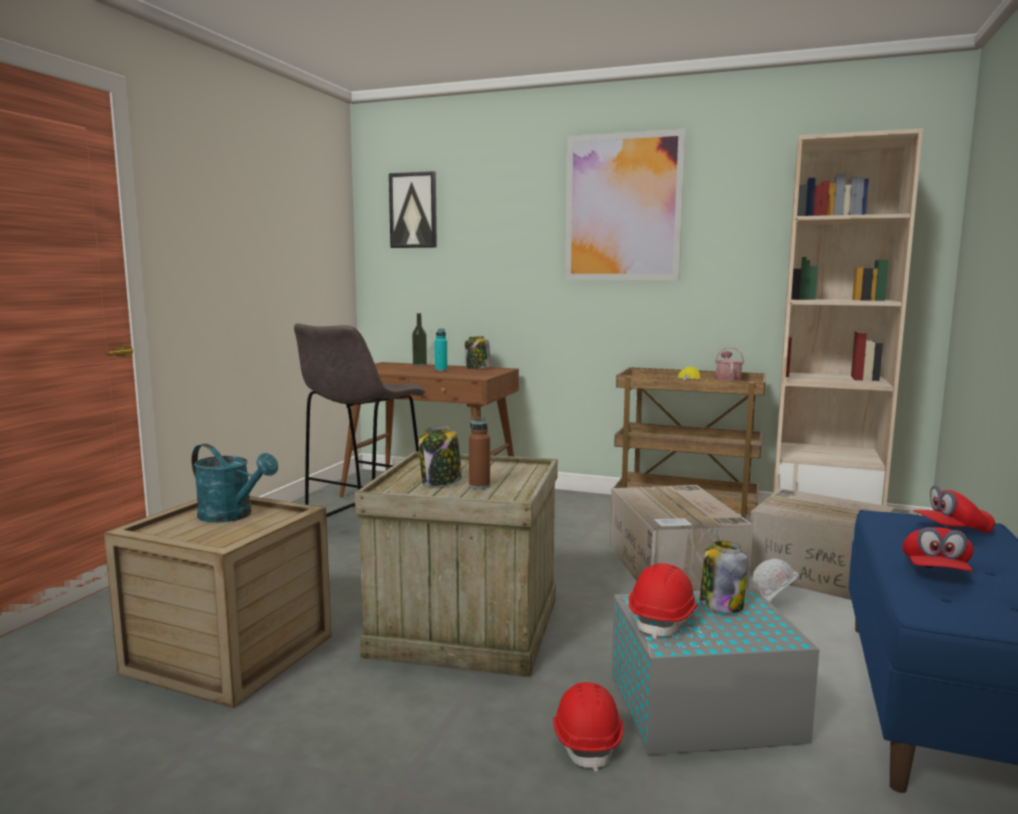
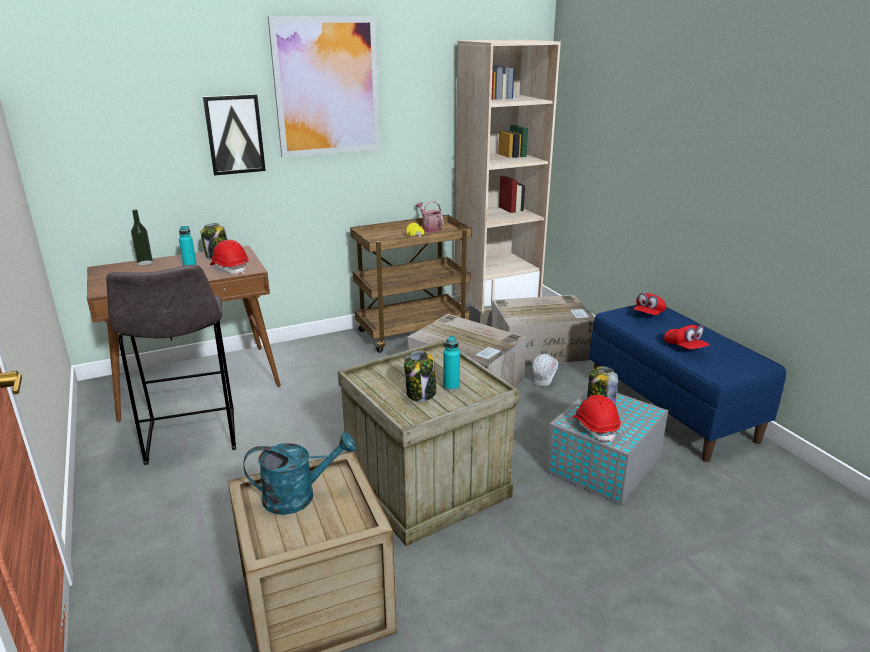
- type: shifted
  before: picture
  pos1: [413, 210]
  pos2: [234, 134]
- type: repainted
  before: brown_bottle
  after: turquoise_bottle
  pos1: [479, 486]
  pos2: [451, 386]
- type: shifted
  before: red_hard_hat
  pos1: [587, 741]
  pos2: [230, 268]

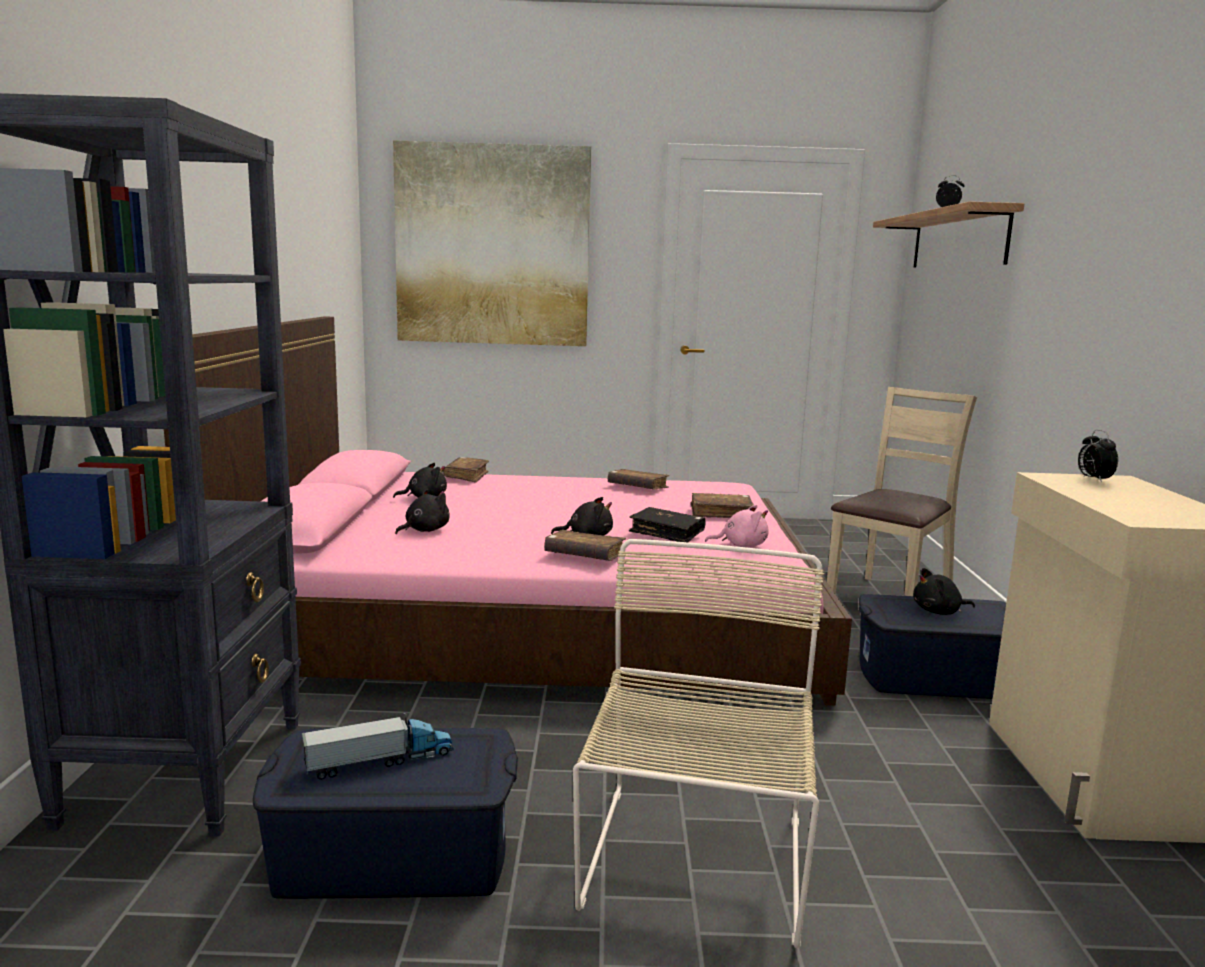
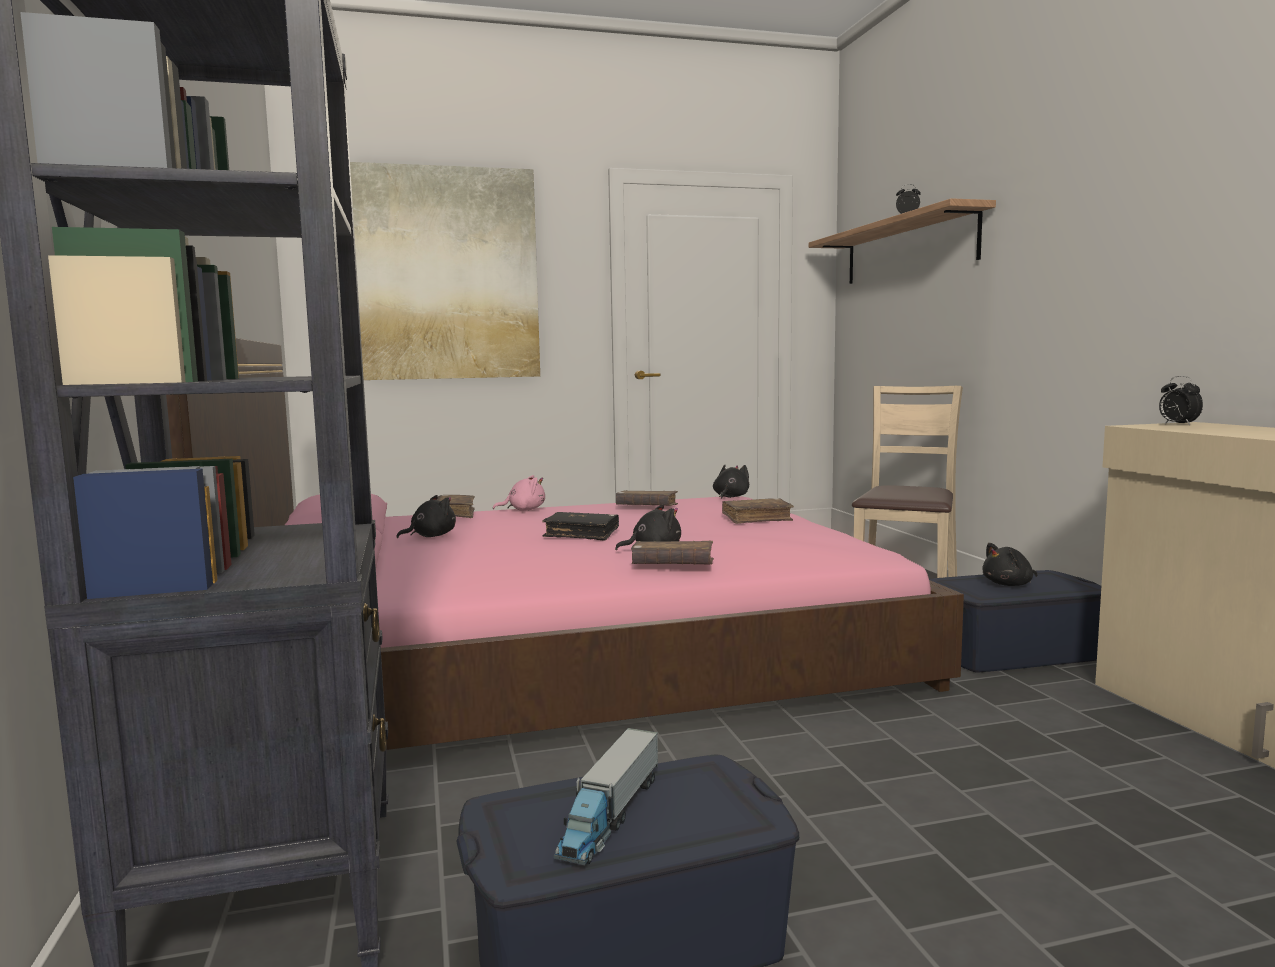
- type: rotated
  before: toy_truck
  pos1: [380, 761]
  pos2: [610, 815]
  turn: 150
- type: shifted
  before: black_plush_toy
  pos1: [424, 530]
  pos2: [730, 497]
- type: gone
  before: beige_chair
  pos1: [694, 866]
- type: shifted
  before: black_book
  pos1: [667, 533]
  pos2: [581, 534]
- type: shifted
  before: pink_plush_toy
  pos1: [741, 545]
  pos2: [523, 510]

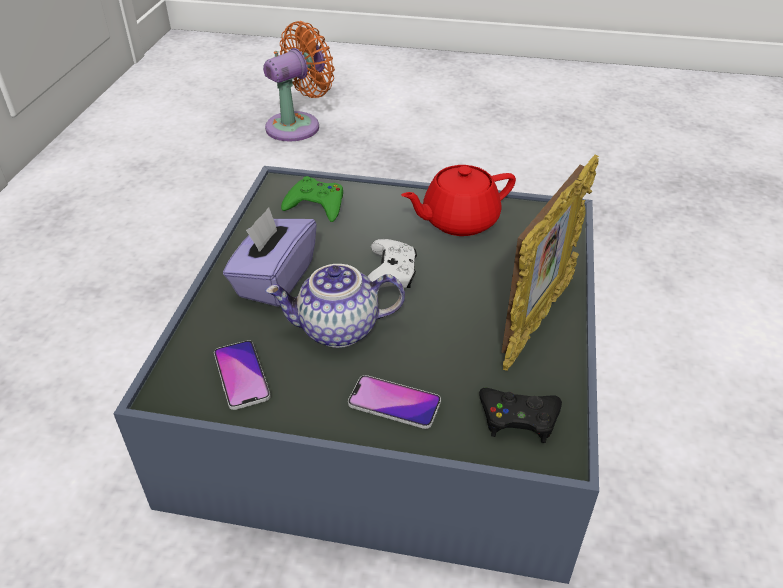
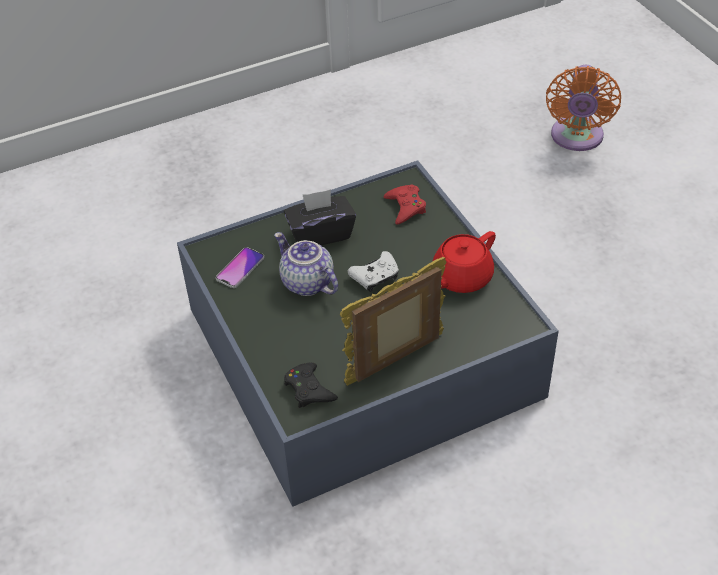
- type: repainted
  before: purple_tissue_box
  after: black_tissue_box
  pos1: [274, 279]
  pos2: [320, 234]
- type: rotated
  before: orange_fan
  pos1: [298, 125]
  pos2: [576, 138]
  turn: 90
- type: repainted
  before: green_game_controller
  after: red_game_controller
  pos1: [316, 205]
  pos2: [405, 207]
- type: gone
  before: phone
  pos1: [394, 403]
- type: rotated
  before: red_teapot
  pos1: [458, 220]
  pos2: [460, 278]
  turn: -75
- type: rotated
  before: picture_frame
  pos1: [536, 321]
  pos2: [396, 361]
  turn: 150

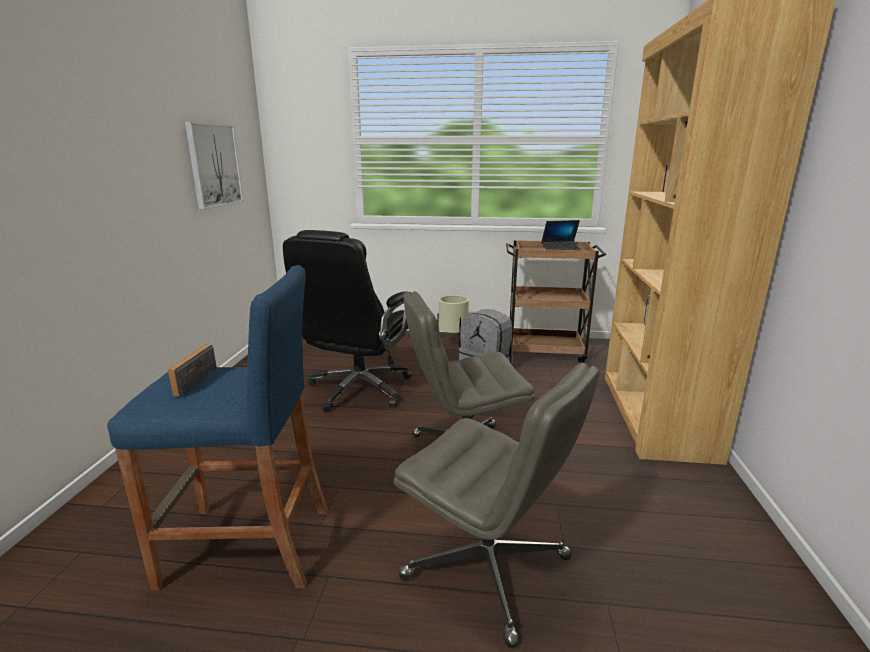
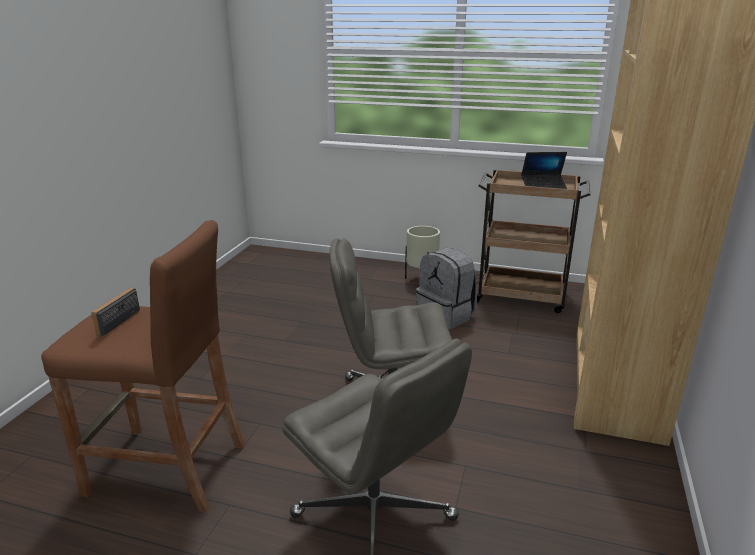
- type: repainted
  before: blue_stool
  after: brown_stool
  pos1: [247, 546]
  pos2: [166, 468]
- type: gone
  before: picture
  pos1: [214, 165]
- type: gone
  before: black_office_chair
  pos1: [358, 389]

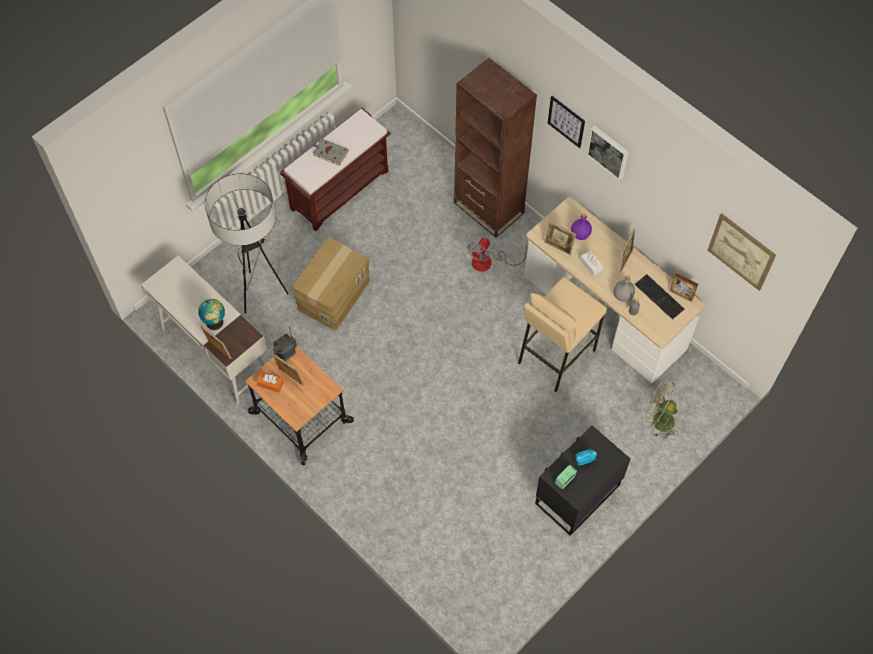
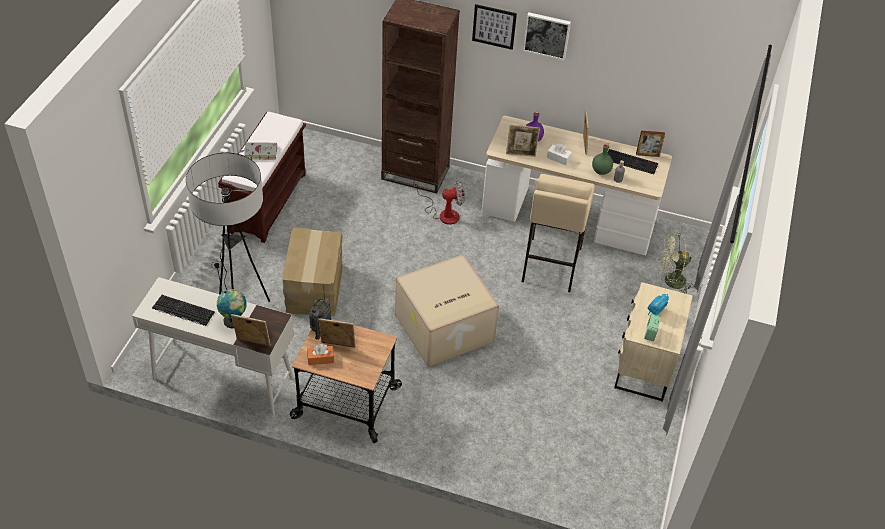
- type: rotated
  before: fan
  pos1: [489, 262]
  pos2: [443, 213]
  turn: -105
- type: repainted
  before: black_nightstand
  after: beige_nightstand
  pos1: [576, 494]
  pos2: [644, 366]
- type: repainted
  before: grey_bottle
  after: green_bottle
  pos1: [623, 295]
  pos2: [601, 171]
- type: gone
  before: picture
  pos1: [741, 251]
- type: new
  after: keyboard
  pos2: [182, 311]
- type: new
  after: cardboard_box
  pos2: [443, 329]

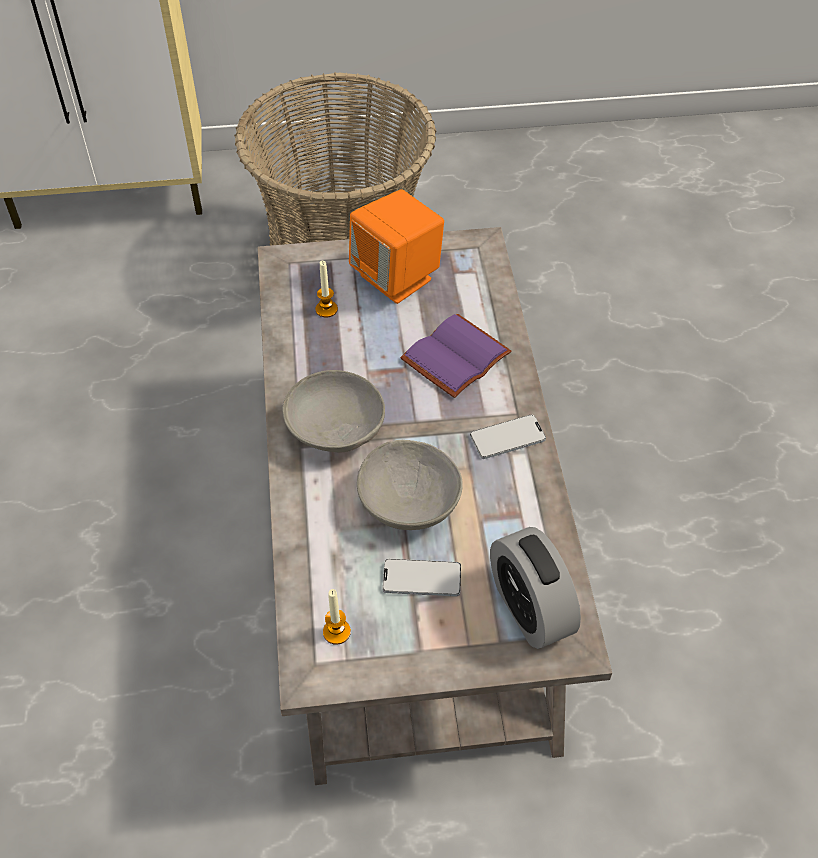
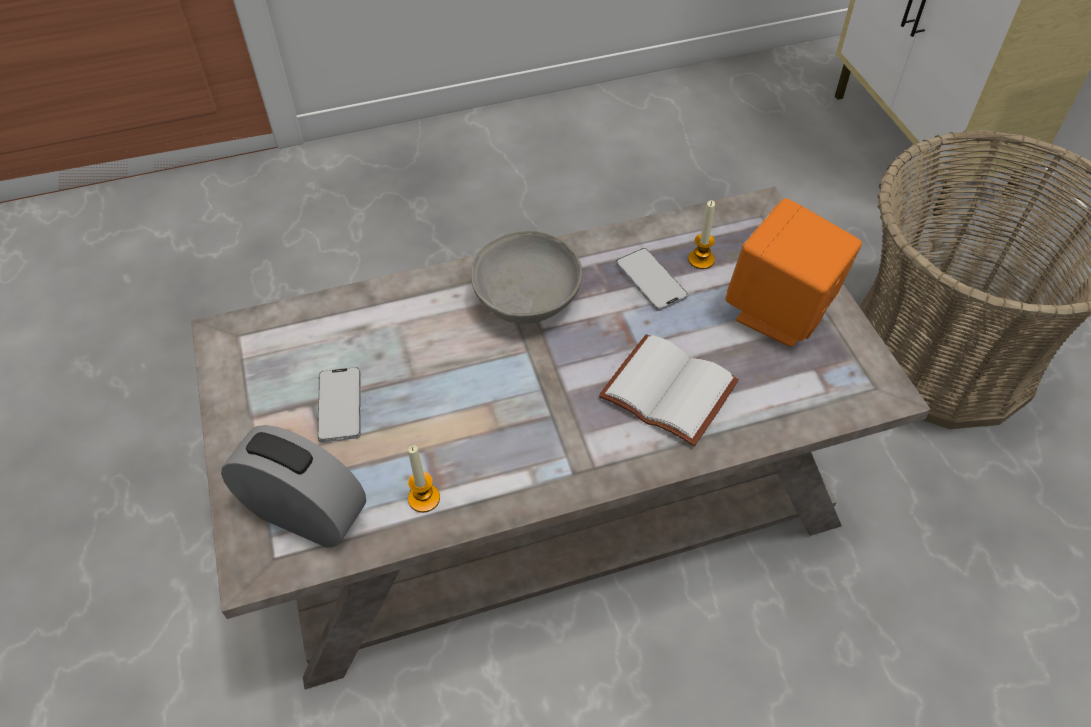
- type: shifted
  before: candle
  pos1: [336, 632]
  pos2: [424, 498]
- type: gone
  before: grey_bowl
  pos1: [408, 503]
- type: repainted
  before: purple_book
  after: white_book
  pos1: [456, 359]
  pos2: [665, 392]
- type: shifted
  before: phone
  pos1: [507, 438]
  pos2: [650, 280]
- type: rotated
  before: alarm_clock
  pos1: [530, 609]
  pos2: [305, 513]
  turn: 60

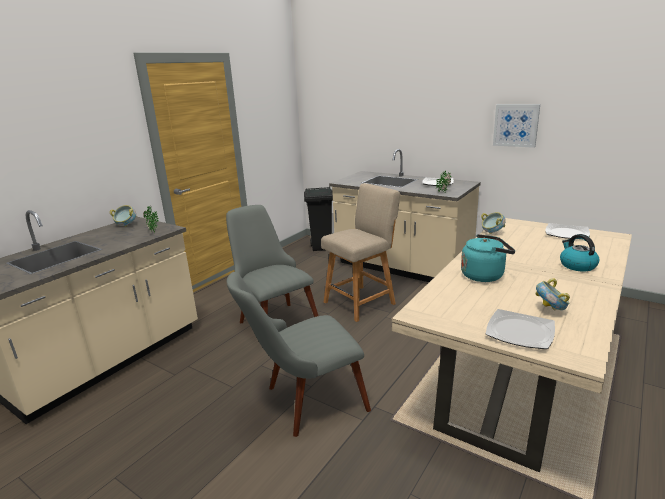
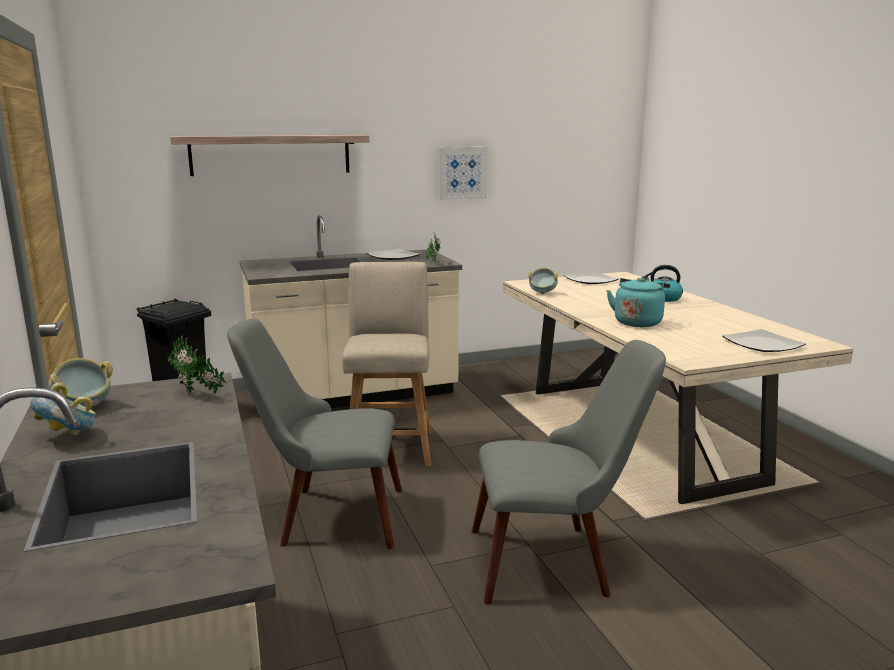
- type: rotated
  before: grey_chair
  pos1: [304, 402]
  pos2: [557, 560]
  turn: -105
- type: shifted
  before: bowl
  pos1: [550, 310]
  pos2: [68, 436]
- type: new
  after: shelf
  pos2: [271, 154]

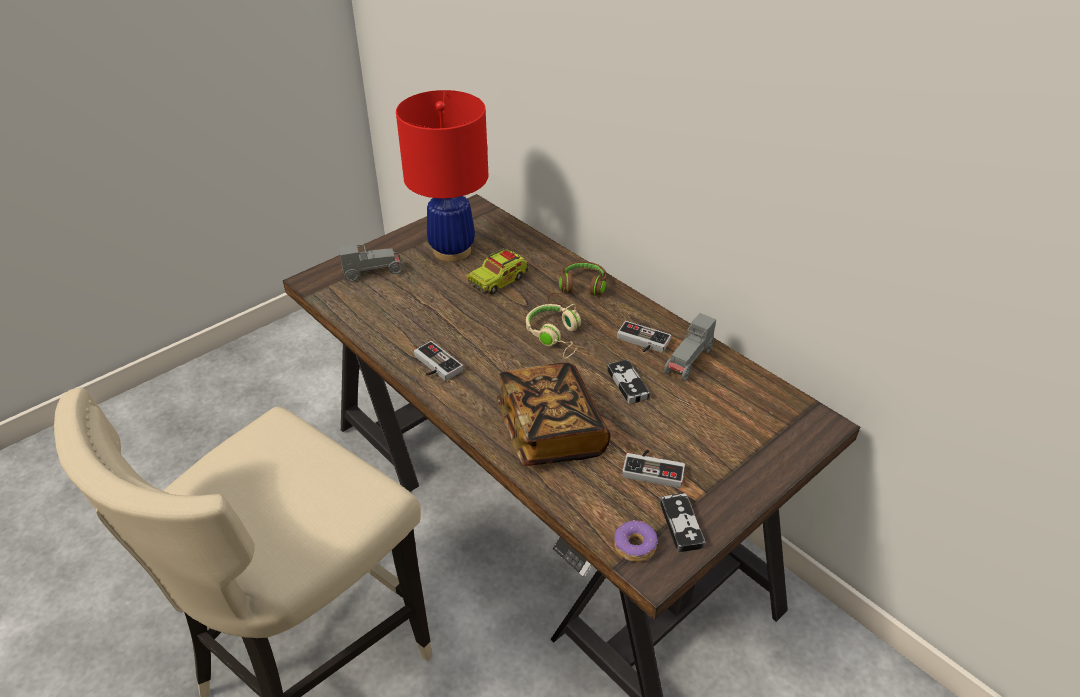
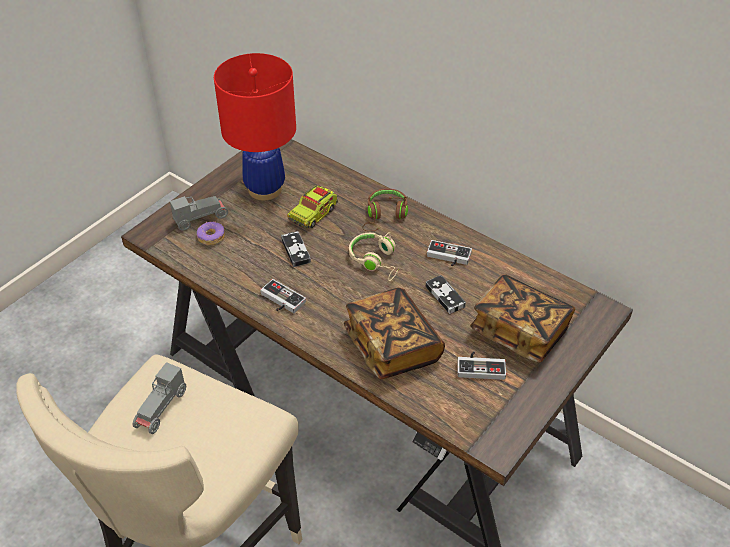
- type: shifted
  before: donut
  pos1: [634, 546]
  pos2: [211, 237]
- type: shifted
  before: game_controller
  pos1: [681, 524]
  pos2: [295, 251]
- type: shifted
  before: grey_toy_car
  pos1: [689, 362]
  pos2: [161, 410]
- type: new
  after: book
  pos2: [519, 331]

